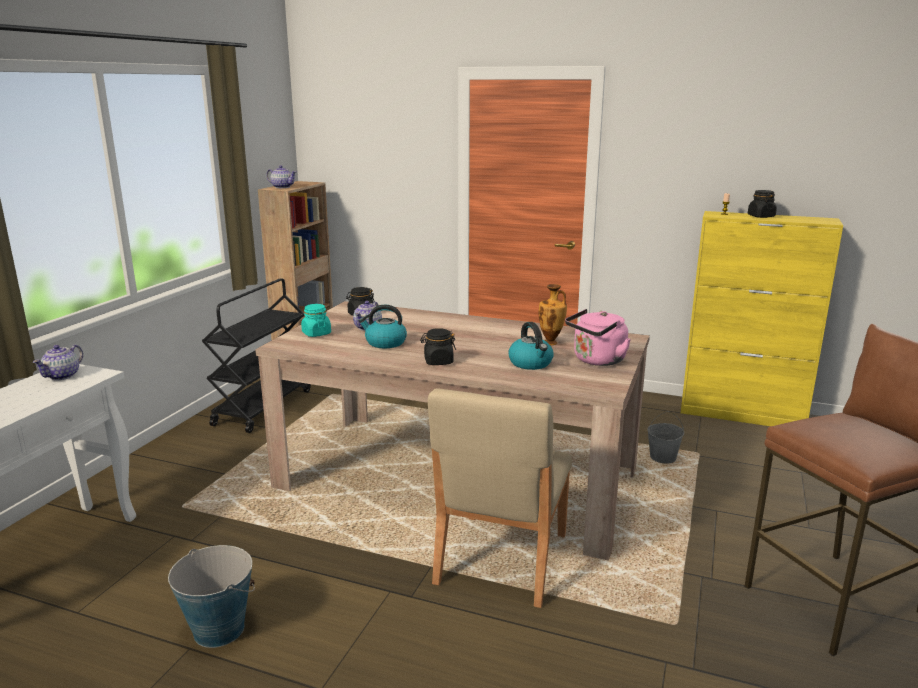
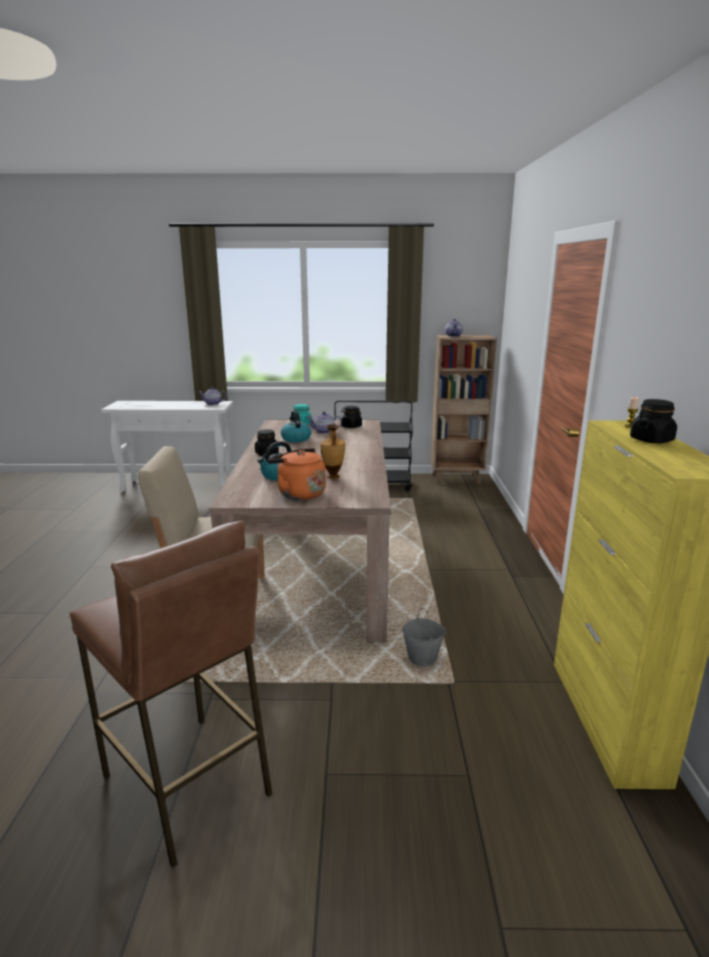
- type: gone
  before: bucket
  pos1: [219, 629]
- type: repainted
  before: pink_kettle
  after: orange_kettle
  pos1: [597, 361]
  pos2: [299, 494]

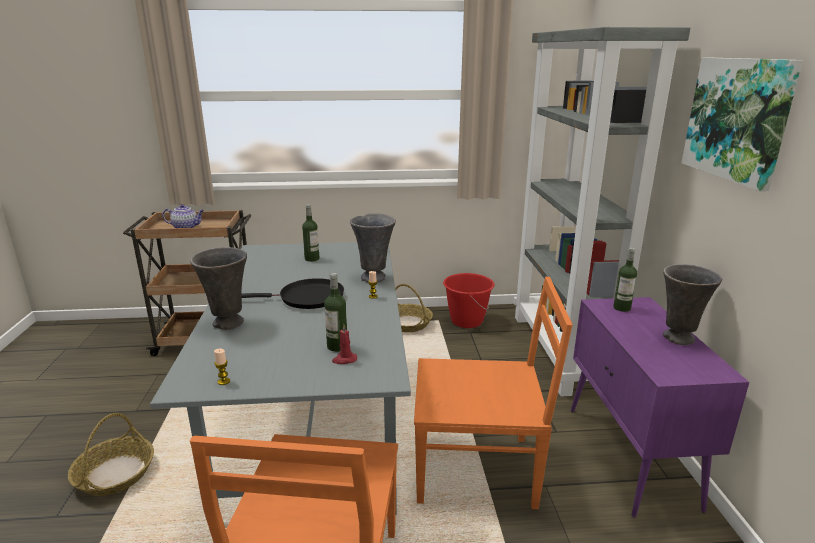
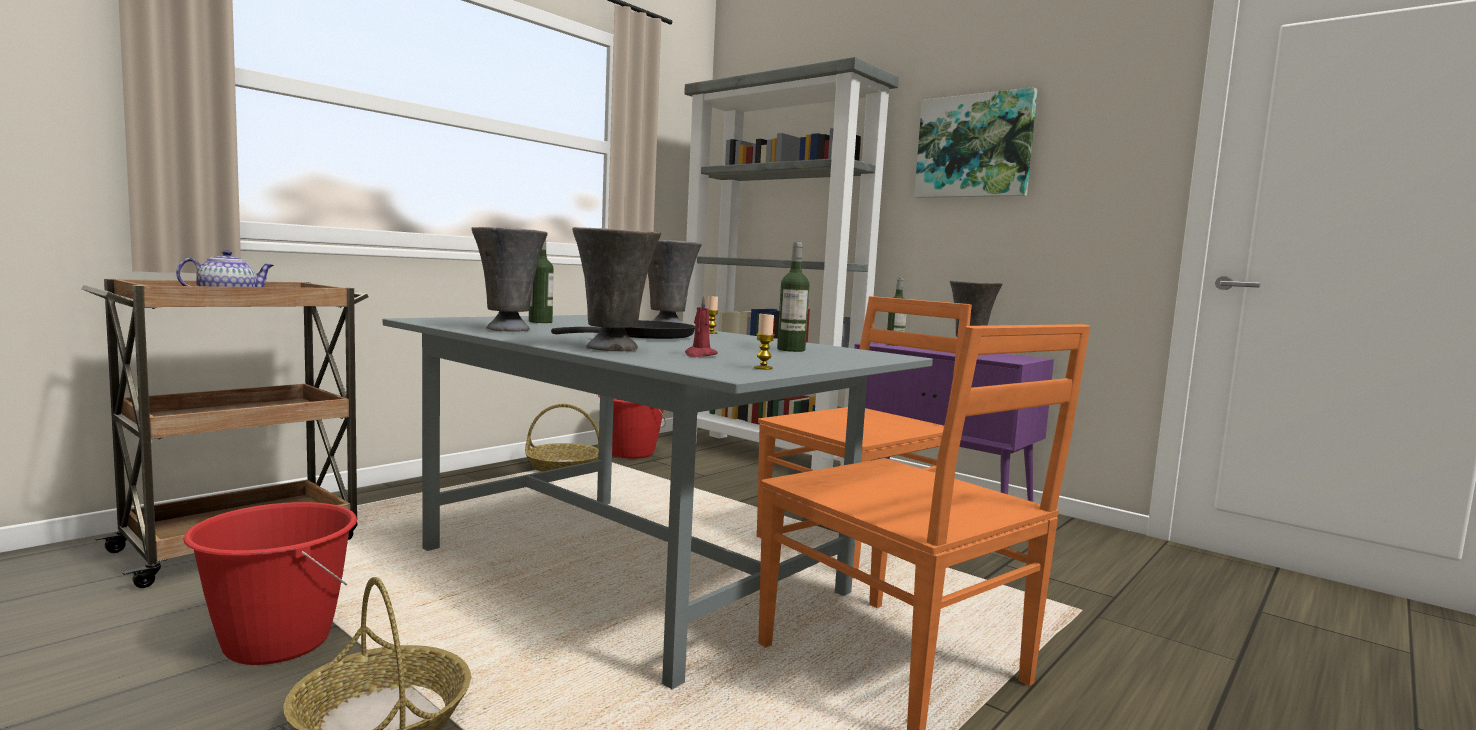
- type: shifted
  before: red_candle
  pos1: [344, 360]
  pos2: [700, 355]
- type: new
  after: red_bucket
  pos2: [276, 643]
- type: new
  after: grey_vase
  pos2: [508, 329]

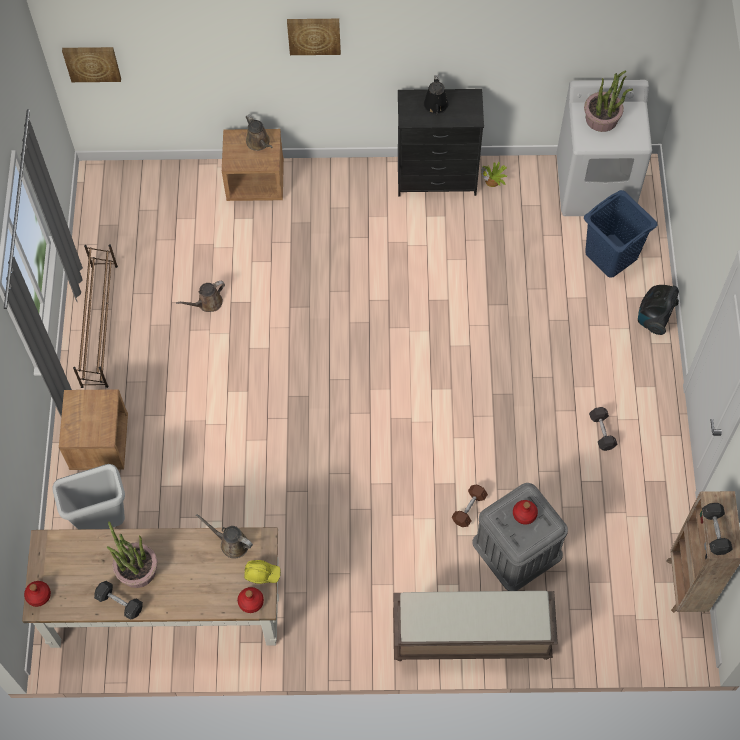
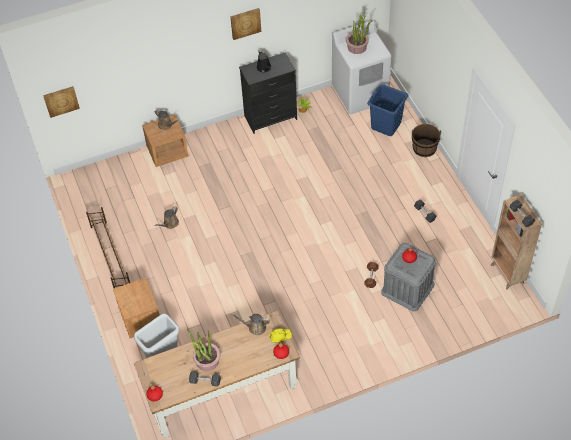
- type: shifted
  before: picture
  pos1: [314, 35]
  pos2: [245, 23]
- type: gone
  before: brown_bench
  pos1: [470, 637]
- type: swapped
  before: vacuum_cleaner
  after: brown_bucket
  pos1: [654, 318]
  pos2: [424, 148]

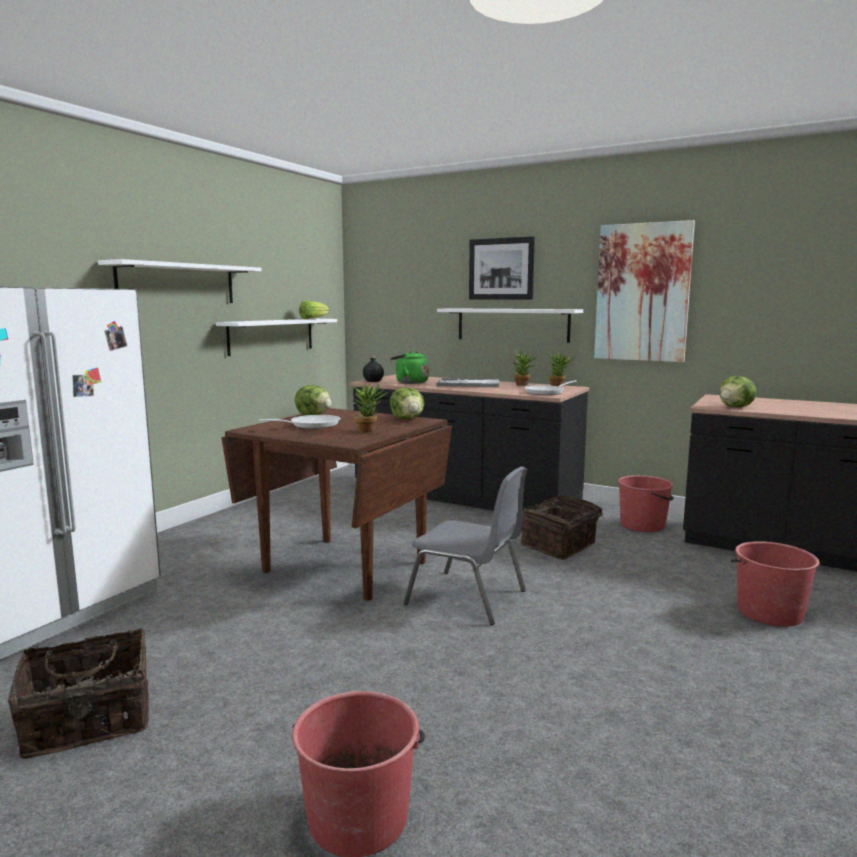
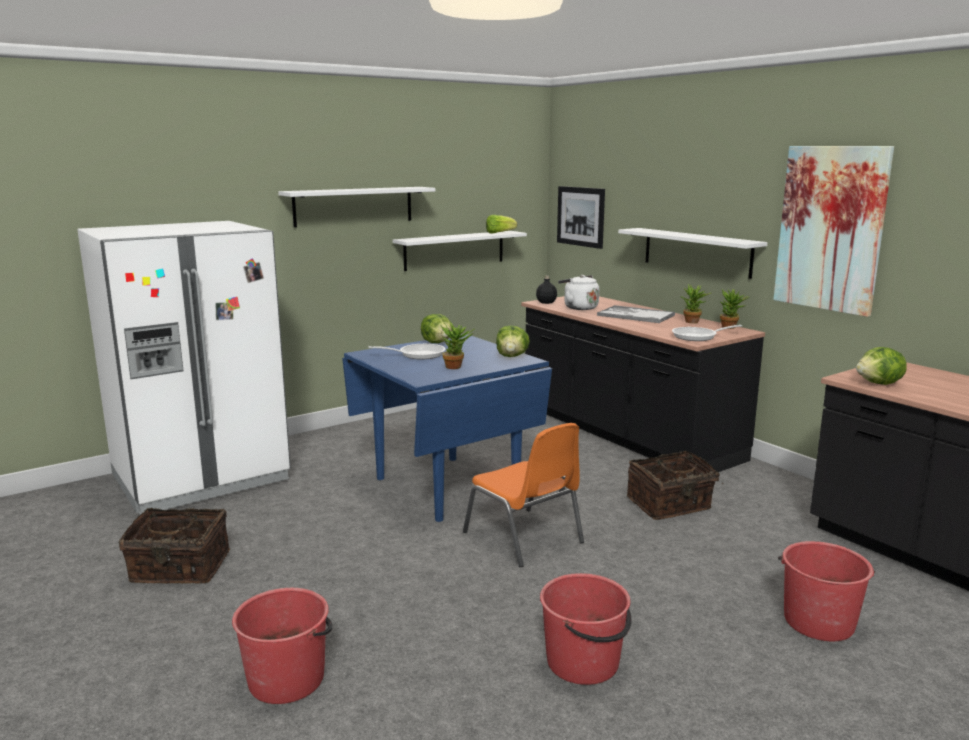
- type: repainted
  before: brown_dining_table
  after: blue_dining_table
  pos1: [344, 567]
  pos2: [445, 487]
- type: repainted
  before: green_kettle
  after: white_kettle
  pos1: [409, 382]
  pos2: [578, 307]
- type: repainted
  before: grey_chair
  after: orange_chair
  pos1: [468, 598]
  pos2: [524, 538]
- type: shifted
  before: picture
  pos1: [501, 269]
  pos2: [580, 216]
- type: shifted
  before: red_bucket
  pos1: [643, 525]
  pos2: [584, 662]

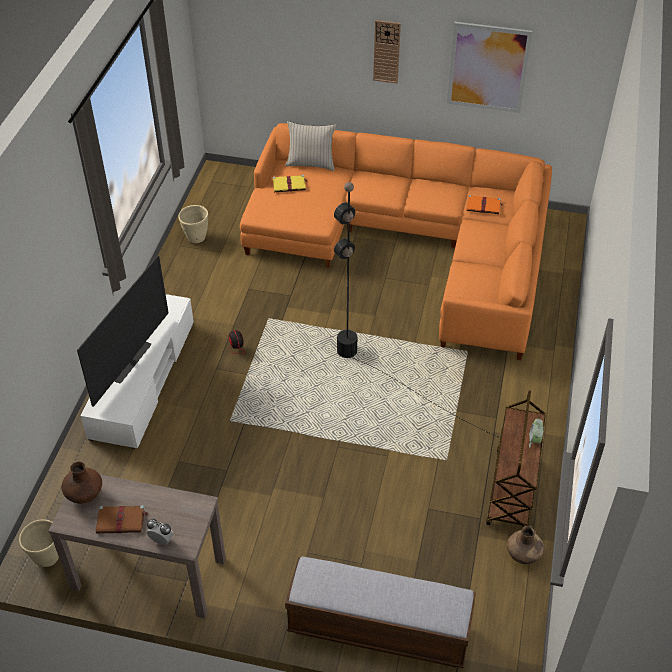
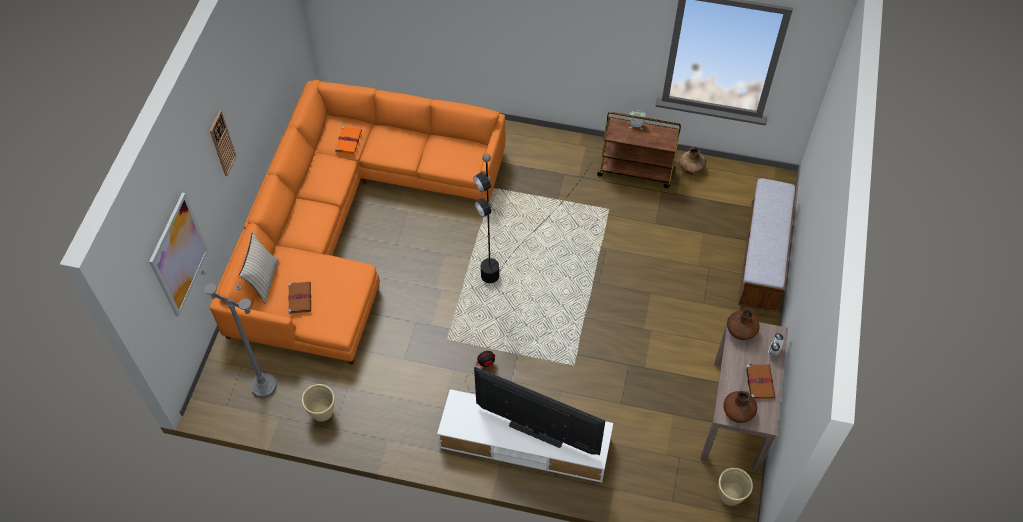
- type: repainted
  before: yellow_book
  after: brown_book
  pos1: [289, 185]
  pos2: [299, 297]
- type: shifted
  before: picture
  pos1: [488, 67]
  pos2: [178, 255]
- type: new
  after: grey_floor_lamp
  pos2: [263, 386]
- type: new
  after: brown_vase
  pos2: [740, 332]

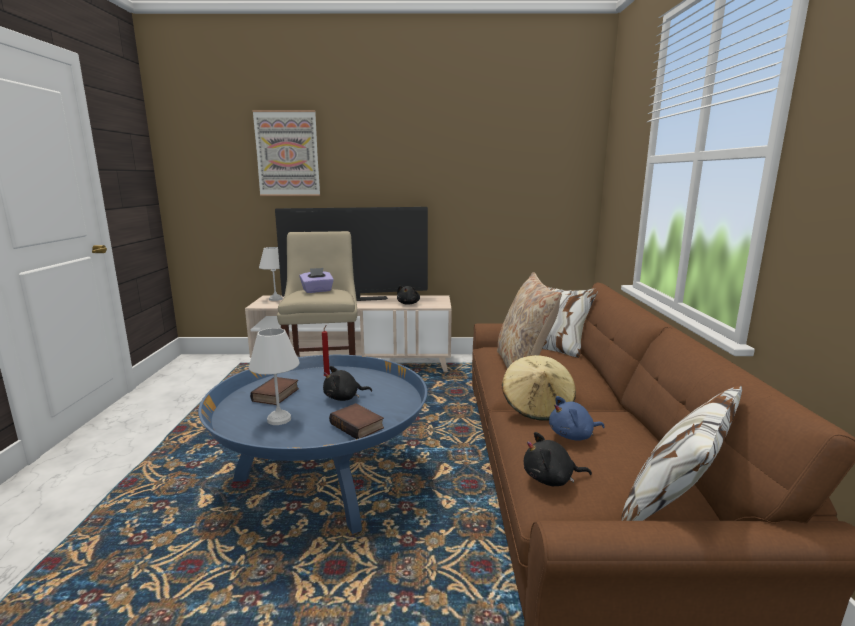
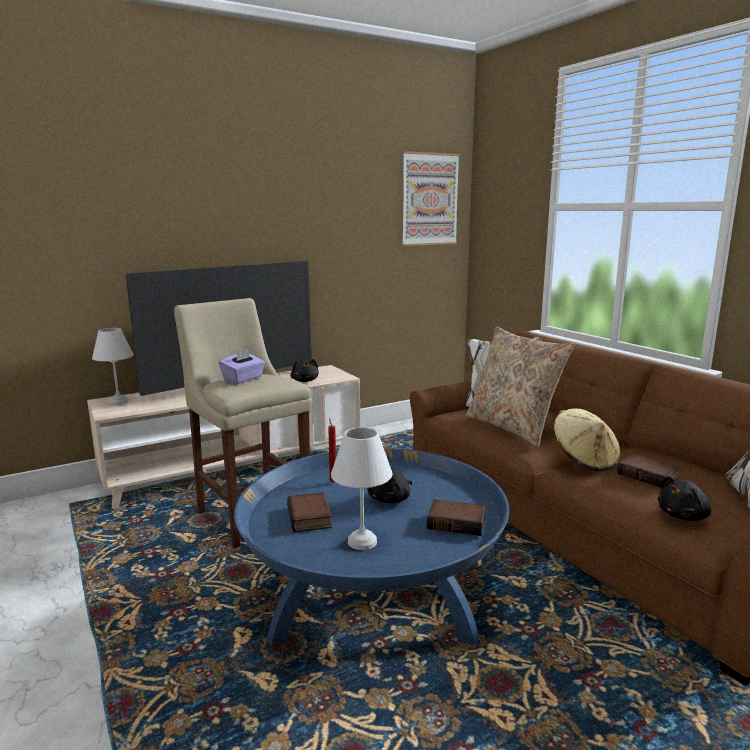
- type: shifted
  before: picture
  pos1: [287, 154]
  pos2: [429, 199]
- type: swapped
  before: blue_plush_toy
  after: book
  pos1: [573, 435]
  pos2: [649, 476]

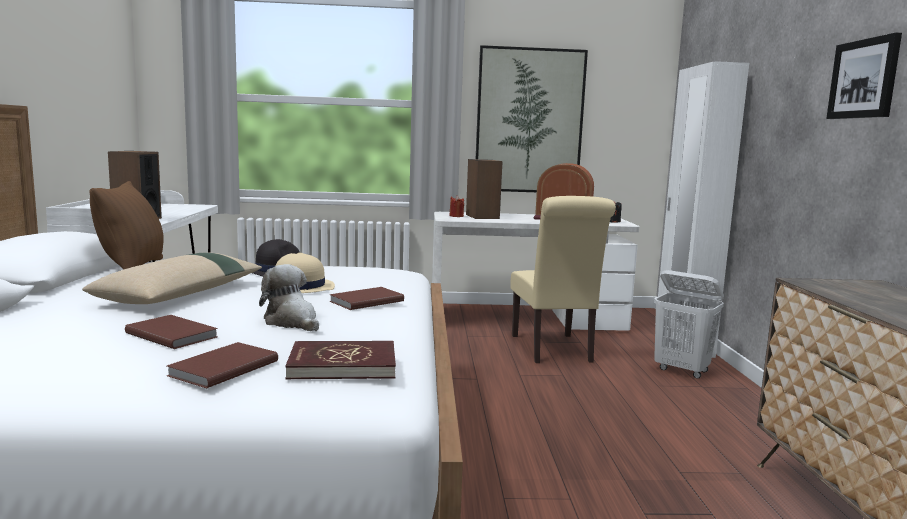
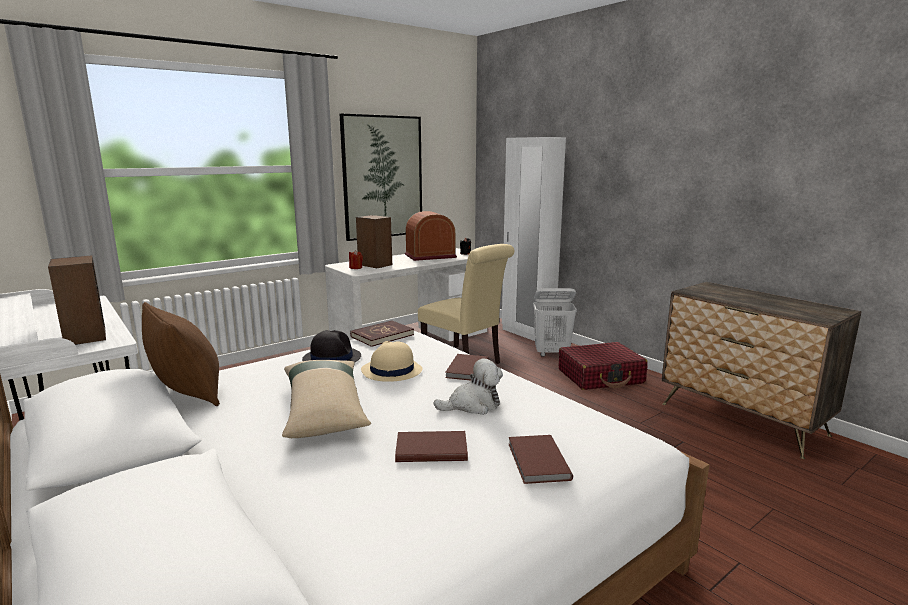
- type: rotated
  before: plush_toy
  pos1: [292, 322]
  pos2: [472, 405]
  turn: 150
- type: shifted
  before: red_book
  pos1: [343, 365]
  pos2: [382, 336]
- type: gone
  before: picture
  pos1: [864, 79]
- type: new
  after: red_suitcase
  pos2: [601, 376]

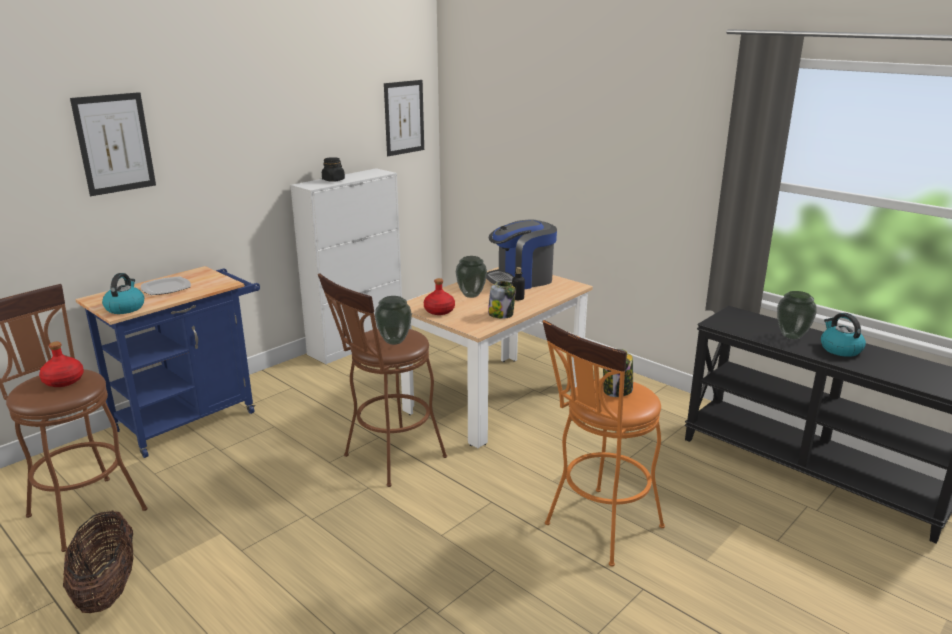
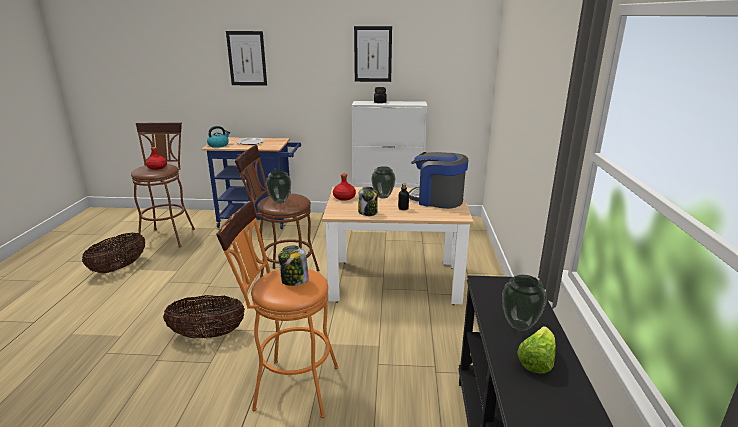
- type: shifted
  before: picture
  pos1: [404, 117]
  pos2: [373, 54]
- type: swapped
  before: kettle
  after: lettuce
  pos1: [840, 349]
  pos2: [536, 361]
- type: new
  after: basket
  pos2: [208, 334]

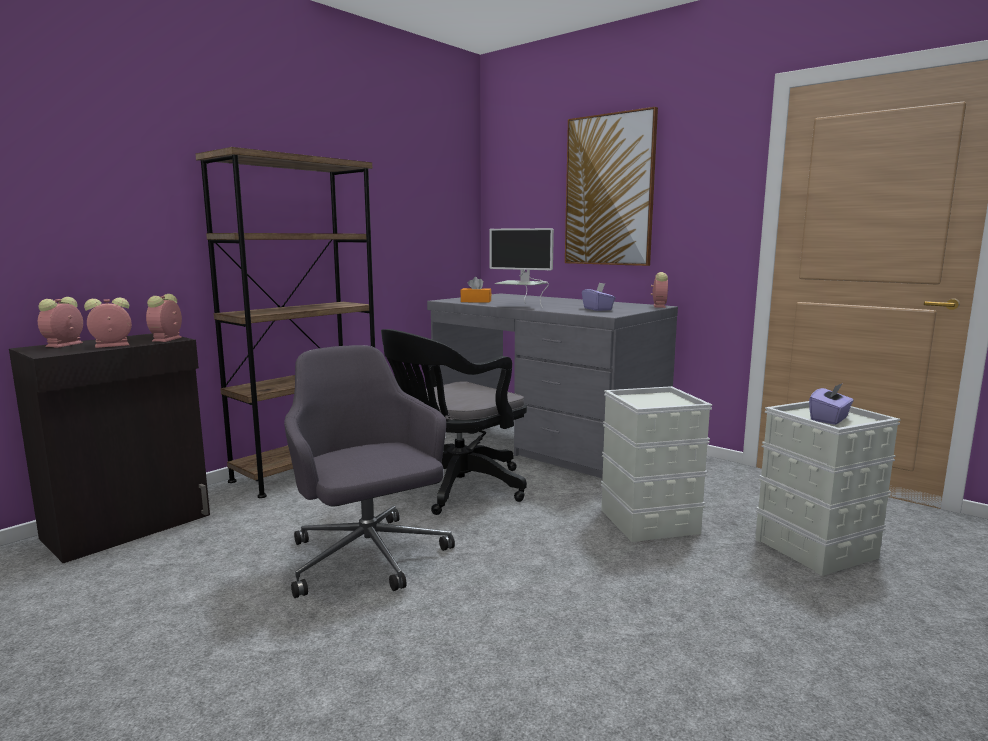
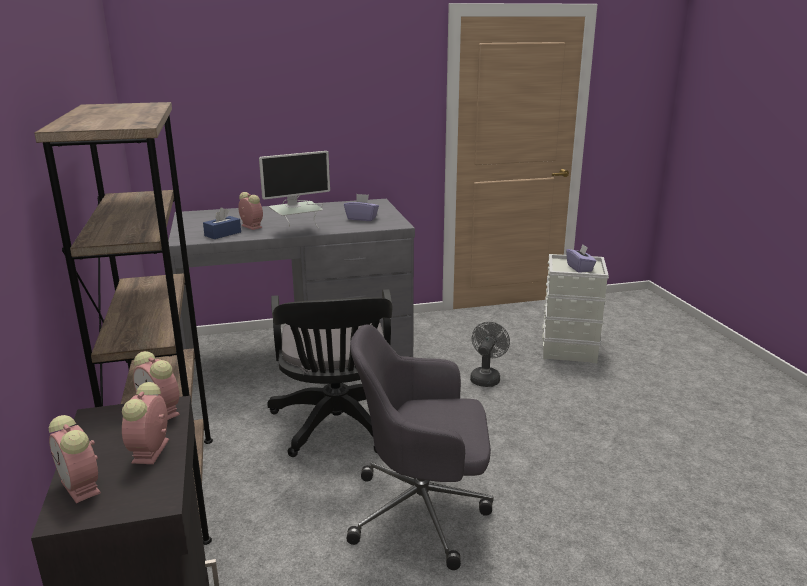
- type: repainted
  before: orange_tissue_box
  after: blue_tissue_box
  pos1: [476, 301]
  pos2: [223, 234]
- type: gone
  before: picture
  pos1: [609, 190]
- type: swapped
  before: grey_storage_box
  after: grey_fan
  pos1: [647, 521]
  pos2: [486, 377]
- type: shifted
  before: alarm_clock
  pos1: [659, 306]
  pos2: [250, 226]

